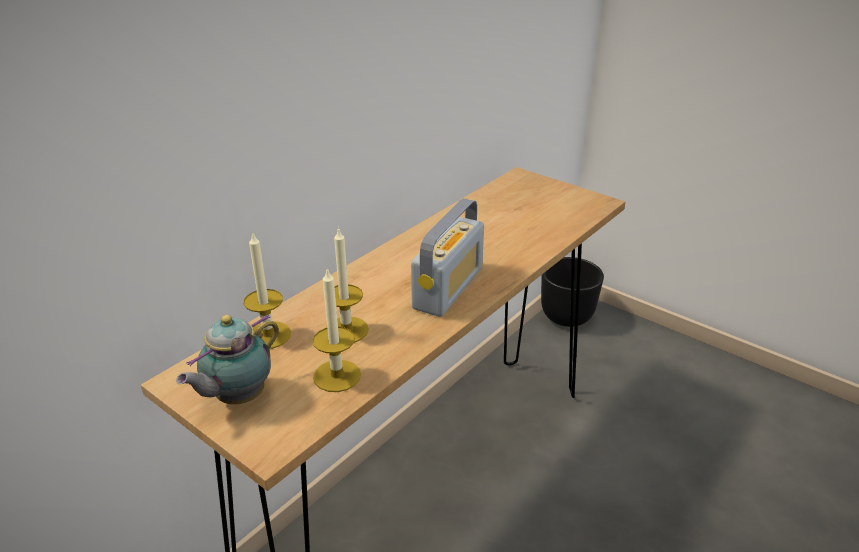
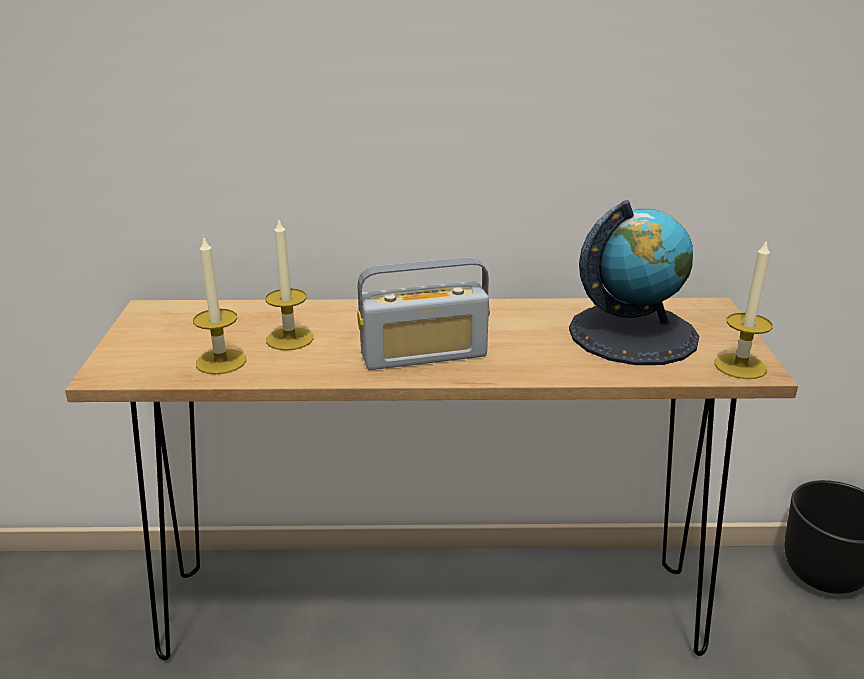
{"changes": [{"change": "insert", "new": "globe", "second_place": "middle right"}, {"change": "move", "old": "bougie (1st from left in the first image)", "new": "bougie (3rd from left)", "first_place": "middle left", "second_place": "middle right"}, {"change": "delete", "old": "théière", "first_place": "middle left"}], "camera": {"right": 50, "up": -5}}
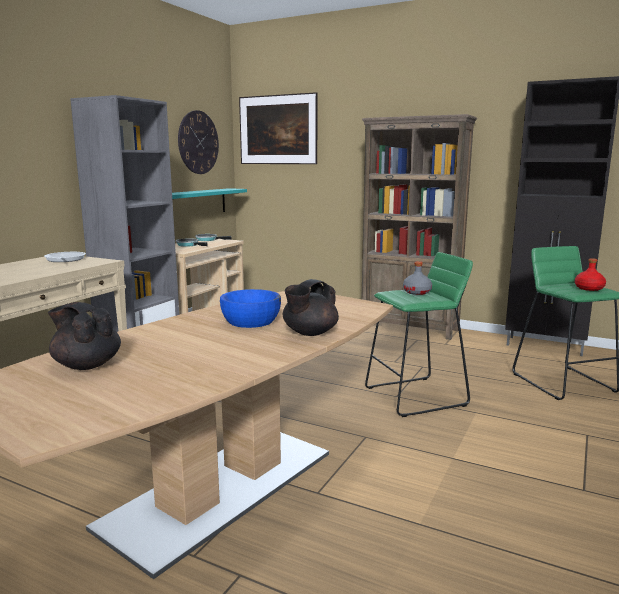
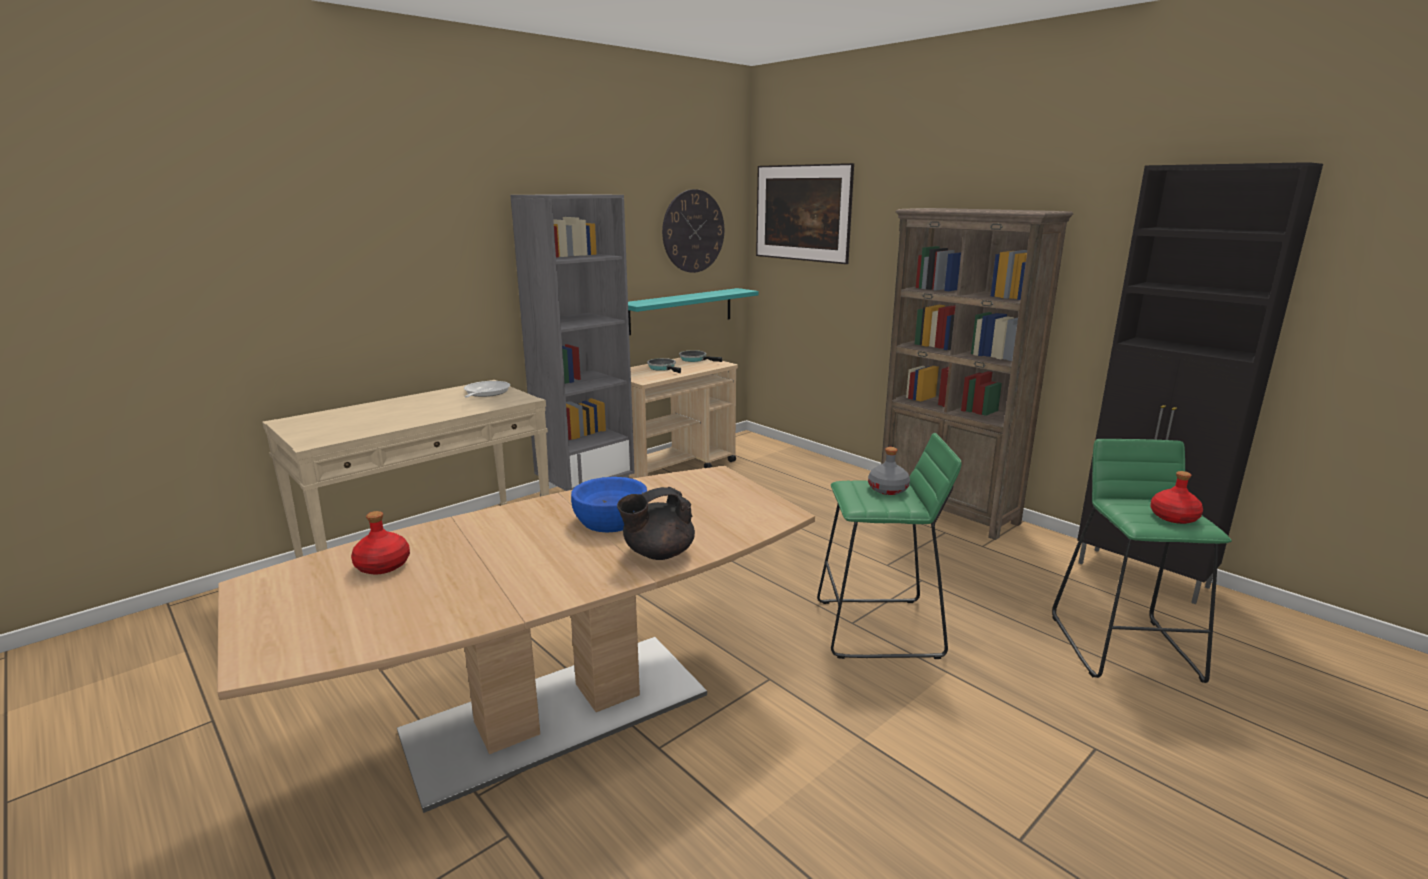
{"changes": [{"change": "replace", "old": "théière/noir (1st from left)", "new": "bouteille/rouge (1st from left)", "first_place": "middle left", "second_place": "middle left"}], "camera": {"right": 20, "up": 5}}
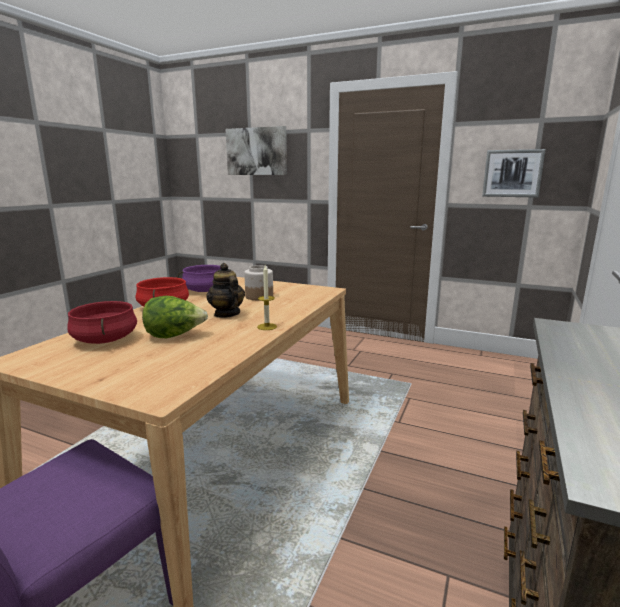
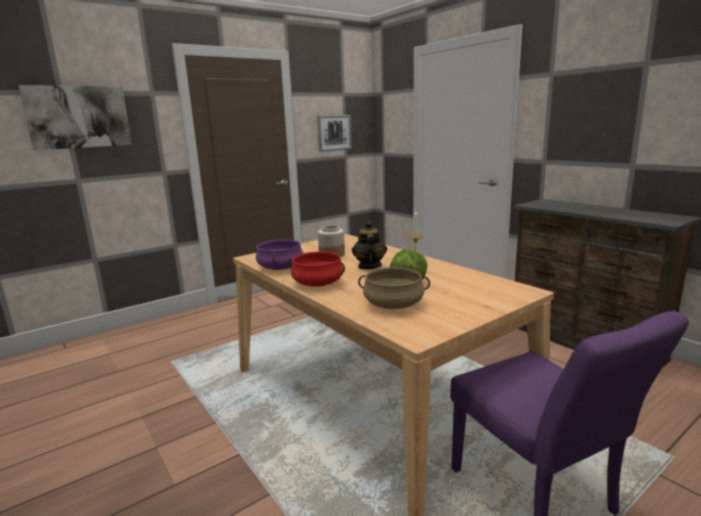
{"changes": [{"change": "rotate", "old": "théière", "first_place": "centre", "second_place": "centre", "degrees": 90}, {"change": "recolor", "old": "marmite/rouge (1st from left)", "new": "marmite/beige", "first_place": "middle left", "second_place": "centre"}], "camera": {"right": -60, "up": 0}}
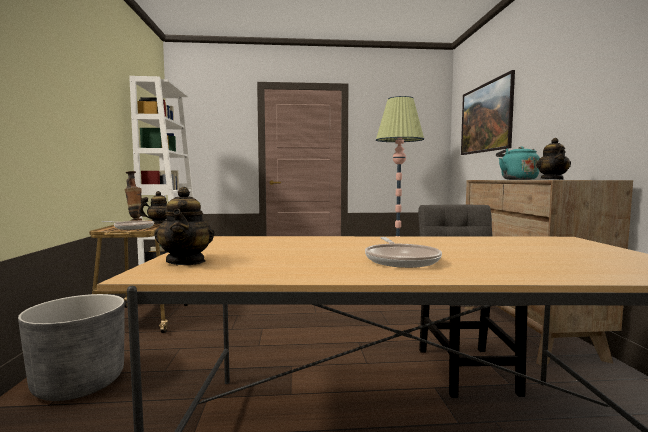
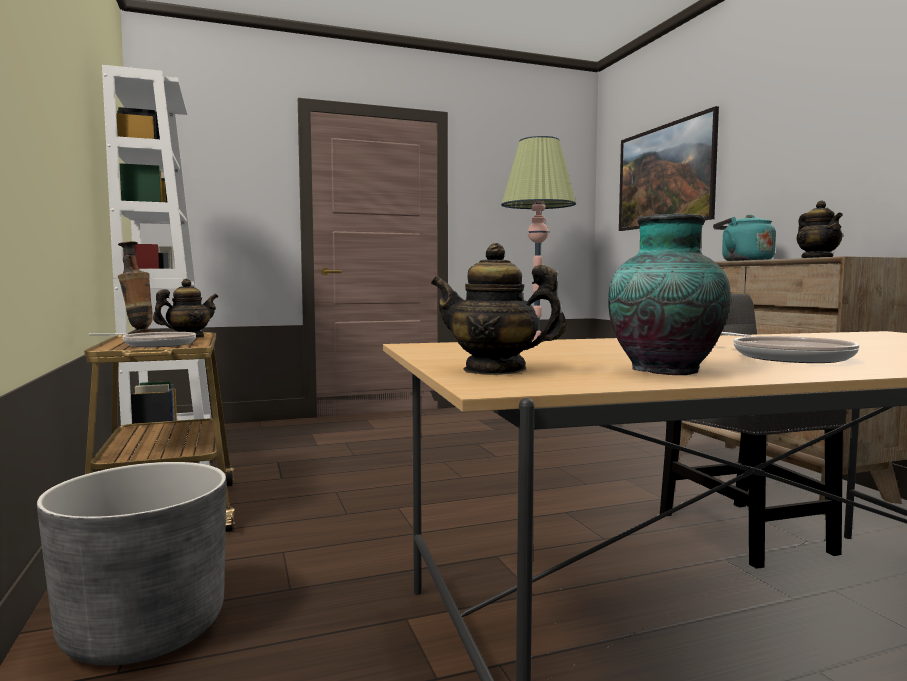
{"changes": [{"change": "rotate", "old": "théière (2nd from left)", "first_place": "middle left", "second_place": "centre", "degrees": 135}, {"change": "insert", "new": "vase (2nd from left)", "second_place": "middle right"}], "camera": {"right": -15, "up": 0}}
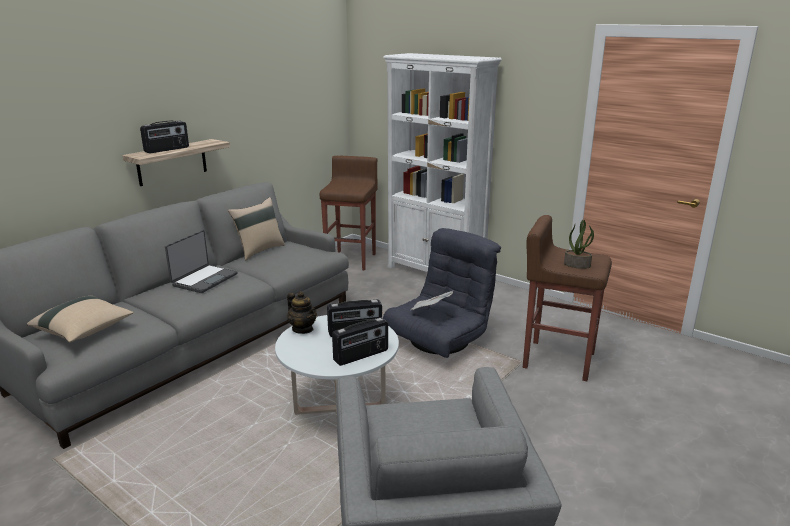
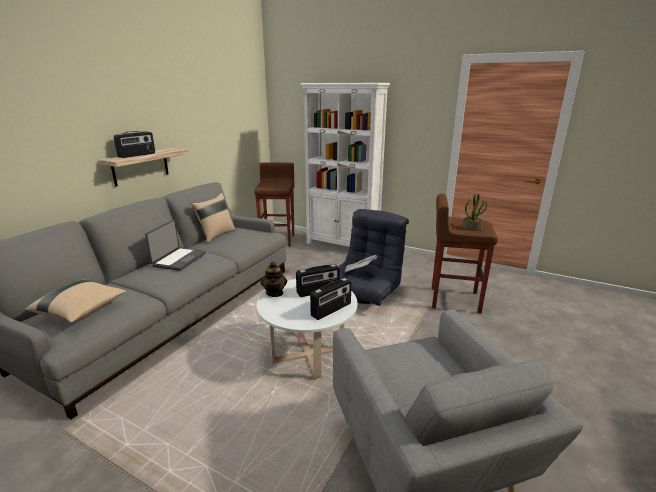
{"changes": [{"change": "rotate", "old": "théière", "first_place": "centre", "second_place": "centre", "degrees": 45}], "camera": {"right": -10, "up": 0}}
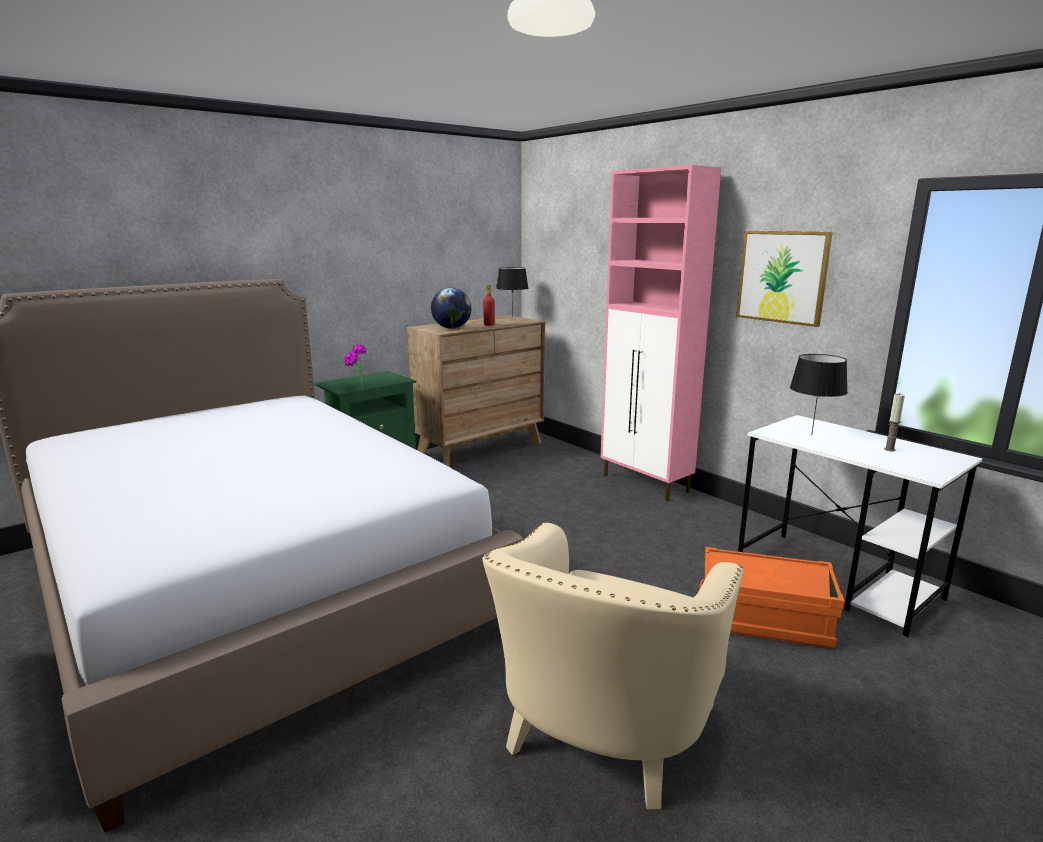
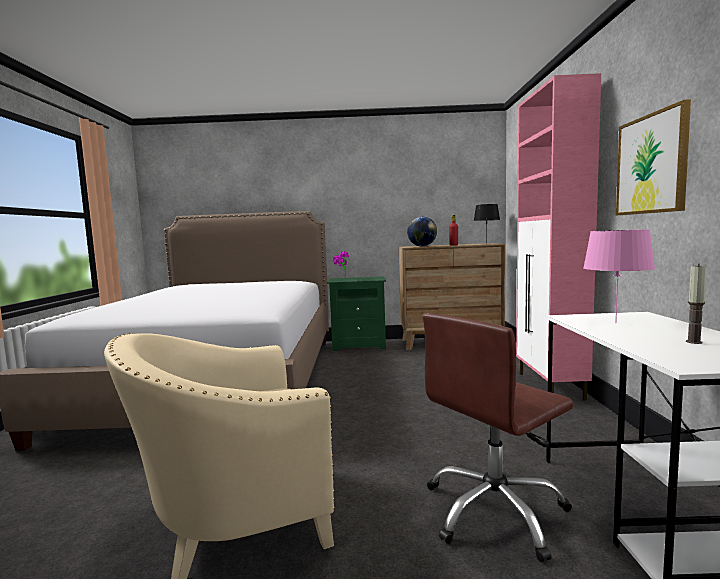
{"changes": [{"change": "replace", "old": "boîte de rangement/orange", "new": "chaise de bureau/marron", "first_place": "bottom right", "second_place": "bottom right"}, {"change": "recolor", "old": "lampe de table/noir (2nd from left)", "new": "lampe de table/rose", "first_place": "middle right", "second_place": "middle right"}], "camera": {"right": 40, "up": -10}}
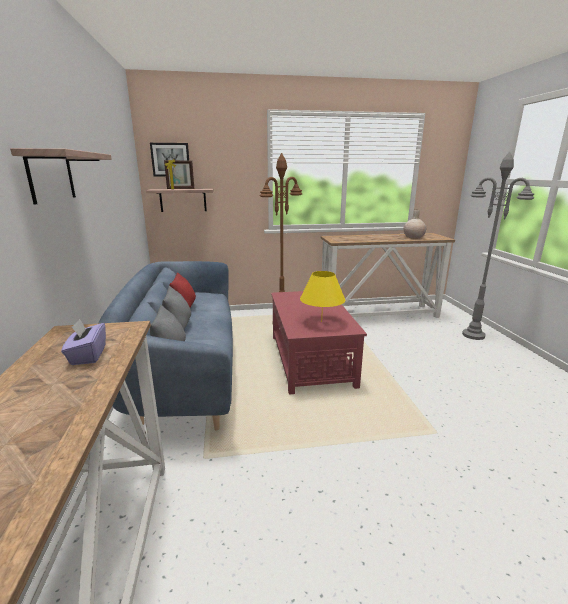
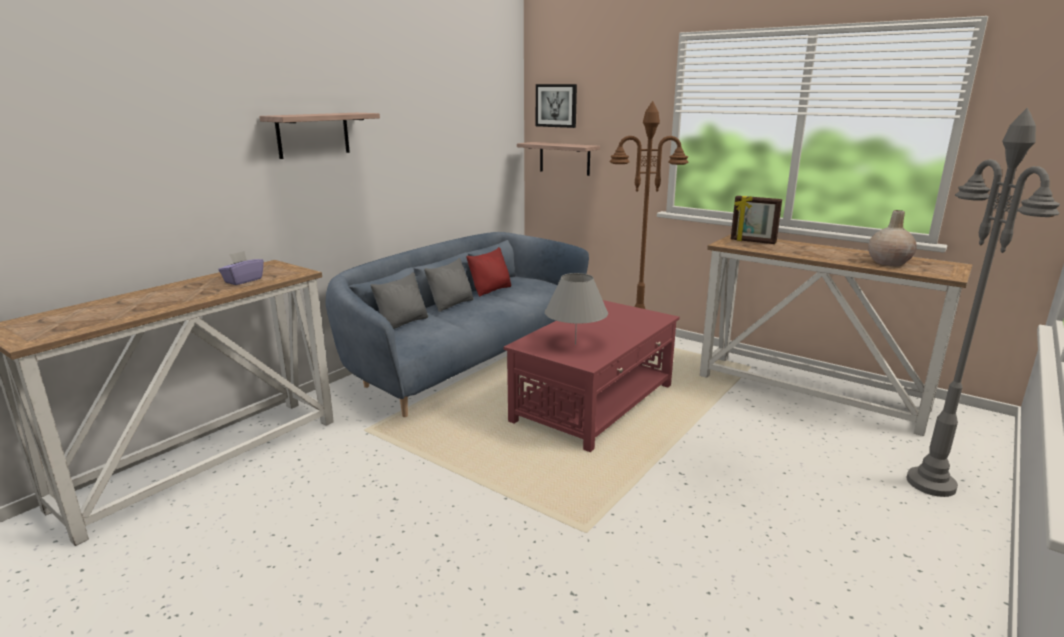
{"changes": [{"change": "recolor", "old": "lampe de table/jaune", "new": "lampe de table/gris", "first_place": "centre", "second_place": "centre"}, {"change": "move", "old": "cadre photo", "first_place": "top left", "second_place": "middle right"}], "camera": {"right": 45, "up": 0}}
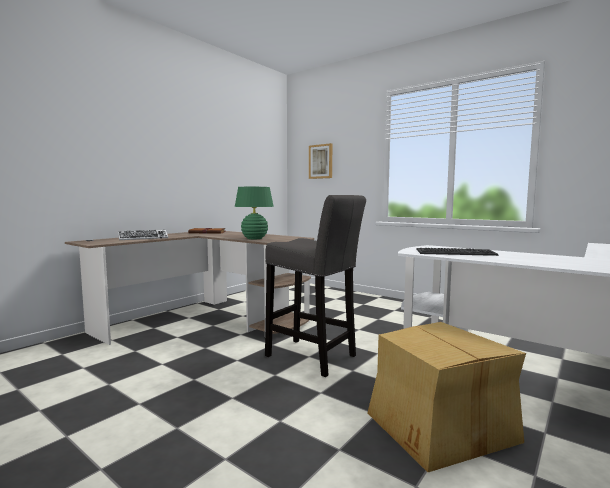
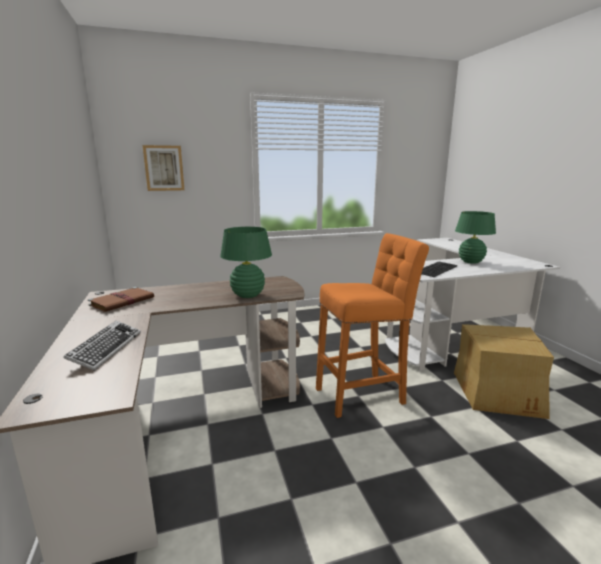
{"changes": [{"change": "recolor", "old": "tabouret/gris", "new": "tabouret/orange", "first_place": "centre", "second_place": "centre"}, {"change": "insert", "new": "lampe de table/vert (2nd from left)", "second_place": "middle right"}], "camera": {"right": -55, "up": 10}}
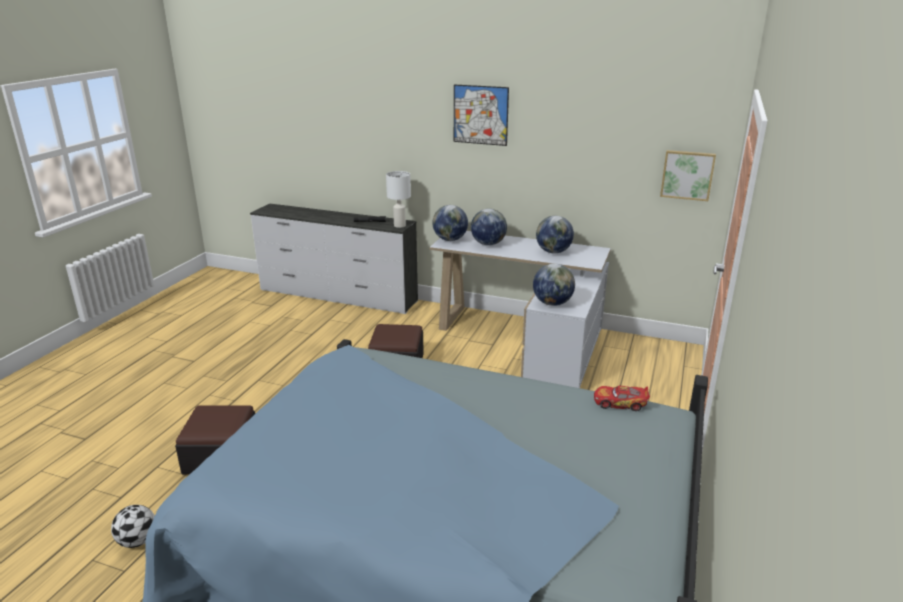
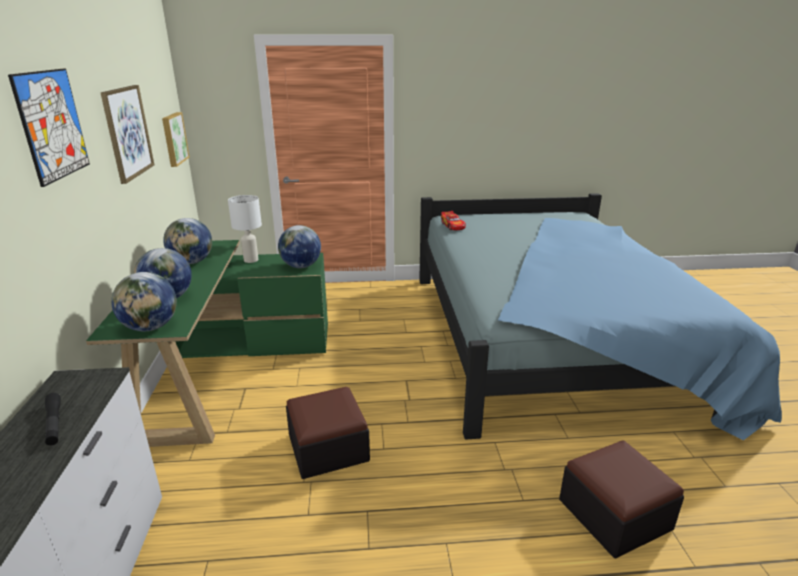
{"changes": [{"change": "recolor", "old": "bureau/blanc", "new": "bureau/vert", "first_place": "centre", "second_place": "middle left"}, {"change": "insert", "new": "tableau (2nd from left)", "second_place": "top left"}, {"change": "move", "old": "lampe de table/blanc", "first_place": "top centre", "second_place": "middle left"}, {"change": "delete", "old": "ballon de foot", "first_place": "bottom left"}], "camera": {"right": -115, "up": 0}}
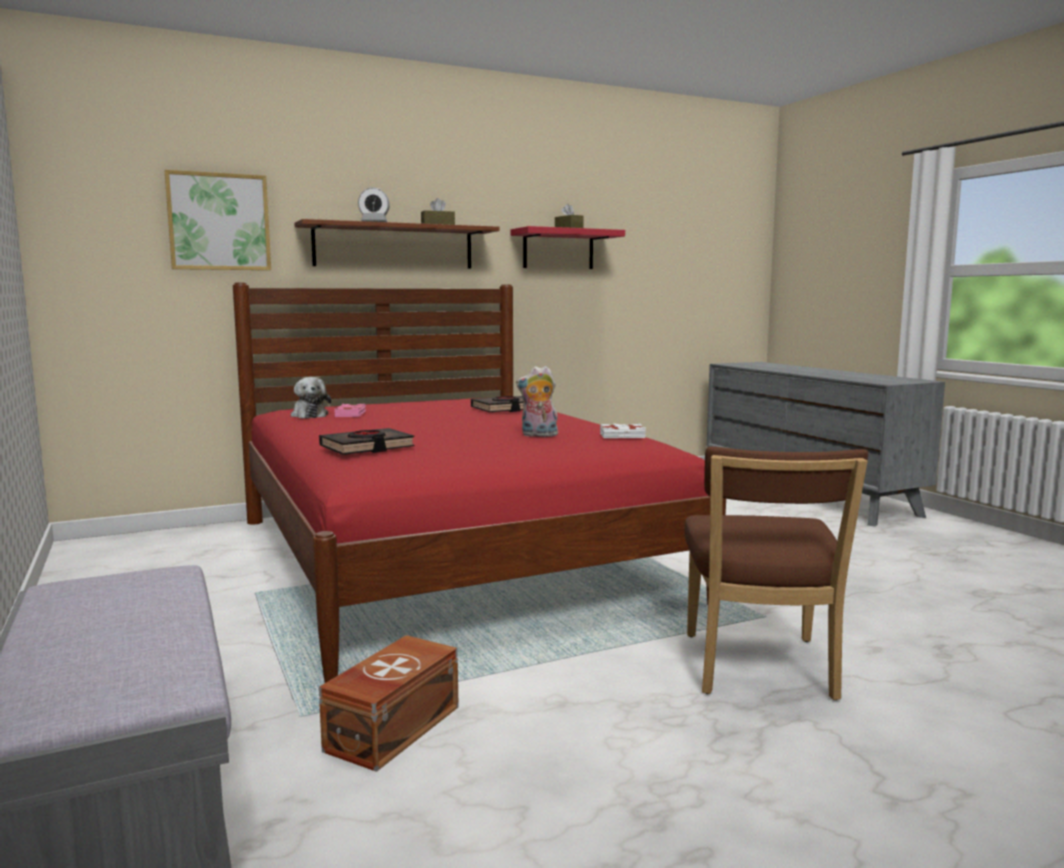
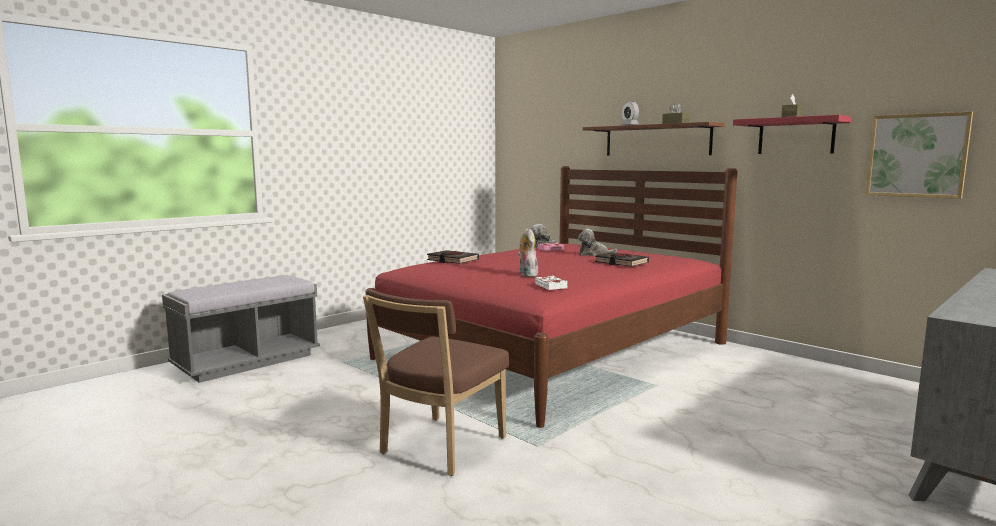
{"changes": [{"change": "rotate", "old": "chaise/marron", "first_place": "middle right", "second_place": "bottom centre", "degrees": -45}, {"change": "insert", "new": "peluche (3rd from left)", "second_place": "centre"}, {"change": "move", "old": "tableau", "first_place": "top left", "second_place": "top right"}, {"change": "delete", "old": "boîte de rangement/marron", "first_place": "bottom centre"}], "camera": {"right": 70, "up": 0}}
